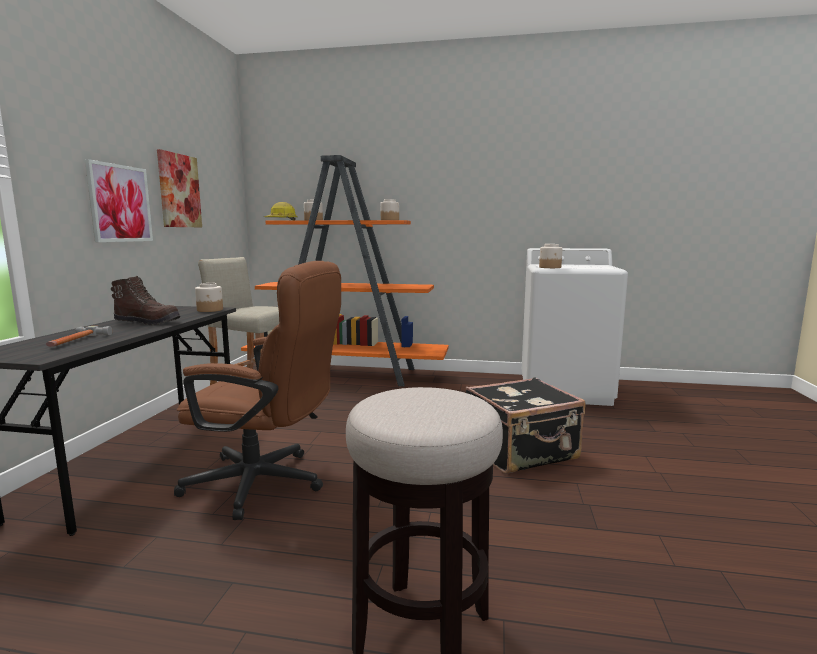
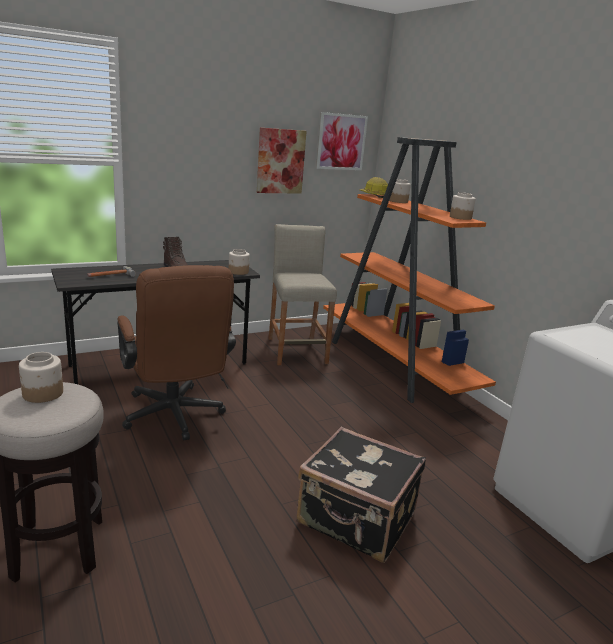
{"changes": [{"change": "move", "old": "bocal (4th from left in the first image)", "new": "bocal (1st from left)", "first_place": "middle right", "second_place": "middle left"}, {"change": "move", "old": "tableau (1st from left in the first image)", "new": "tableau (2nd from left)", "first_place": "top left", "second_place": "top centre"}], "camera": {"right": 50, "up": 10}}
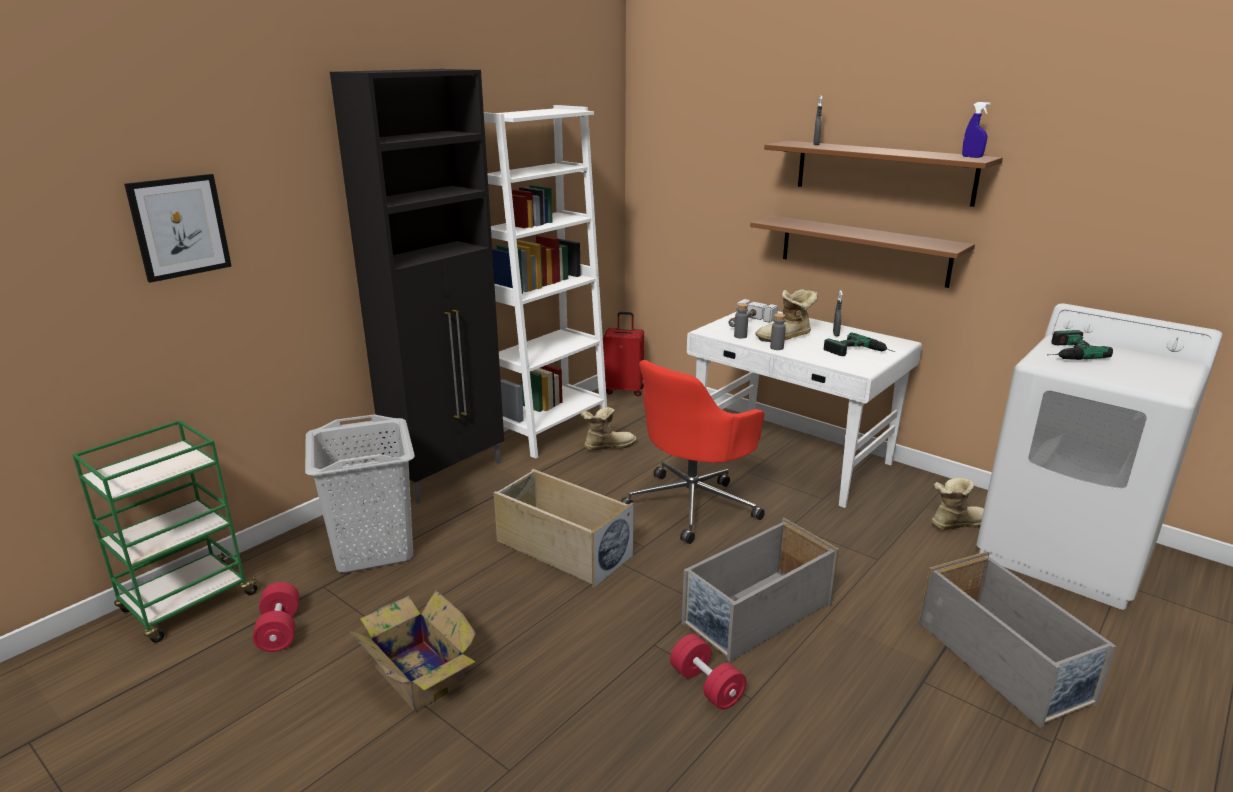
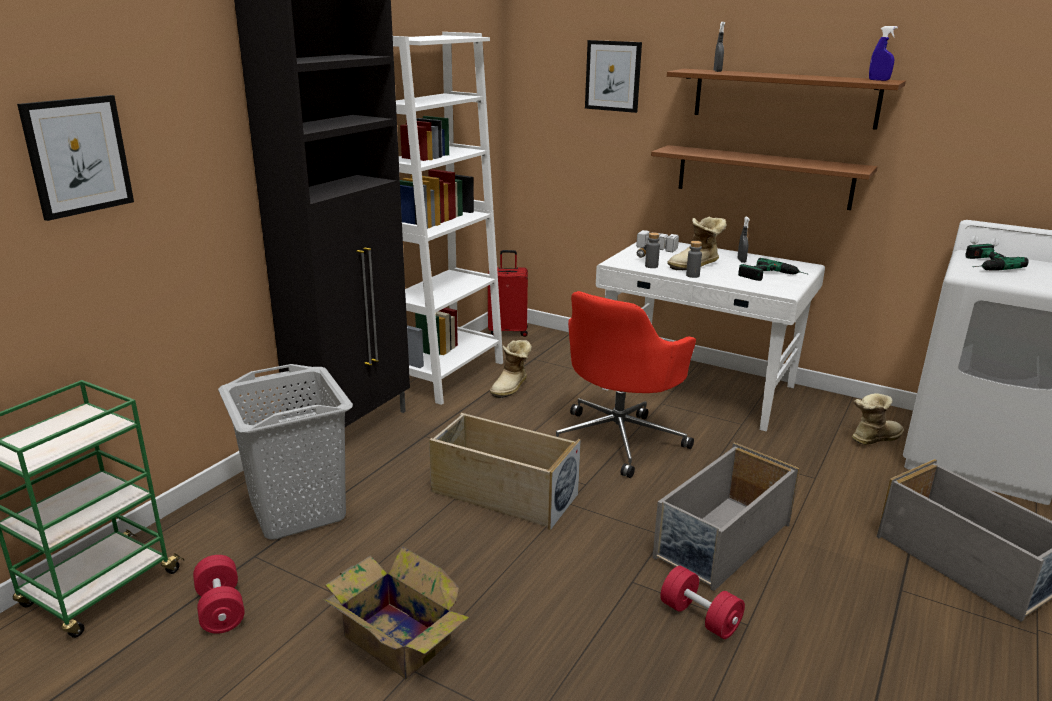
{"changes": [{"change": "rotate", "old": "botte (1st from left)", "first_place": "centre", "second_place": "centre", "degrees": 150}, {"change": "insert", "new": "tableau (2nd from left)", "second_place": "top centre"}], "camera": {"right": -10, "up": 0}}
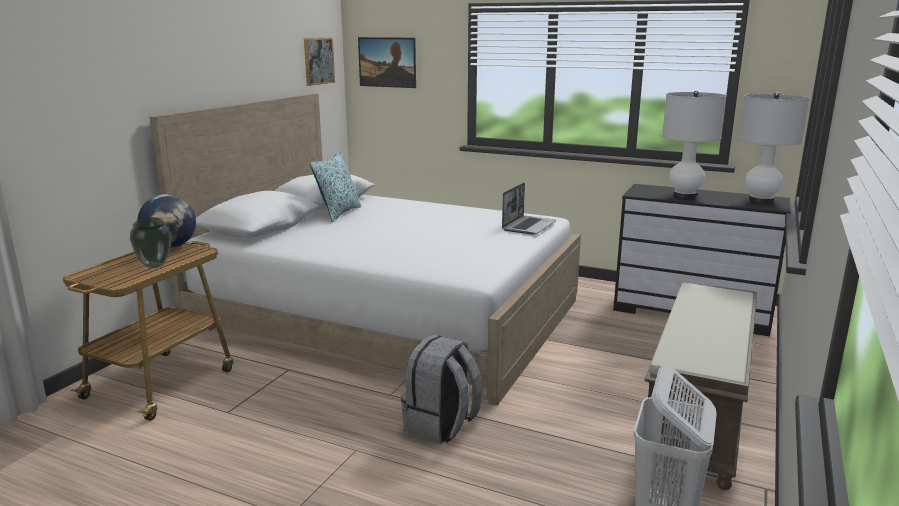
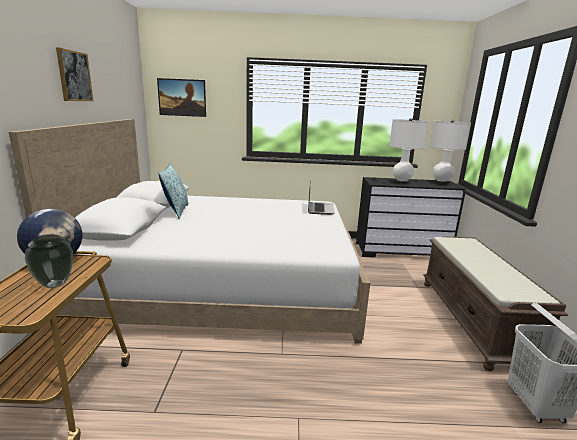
{"changes": [{"change": "move", "old": "tableau (1st from left)", "first_place": "top centre", "second_place": "top left"}, {"change": "delete", "old": "sac à dos/gris", "first_place": "bottom centre"}], "camera": {"right": -25, "up": 0}}
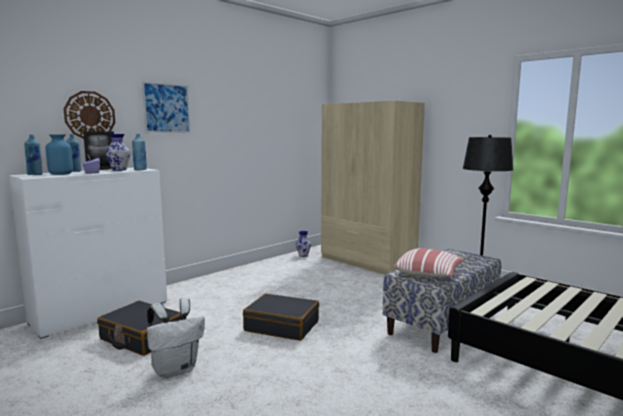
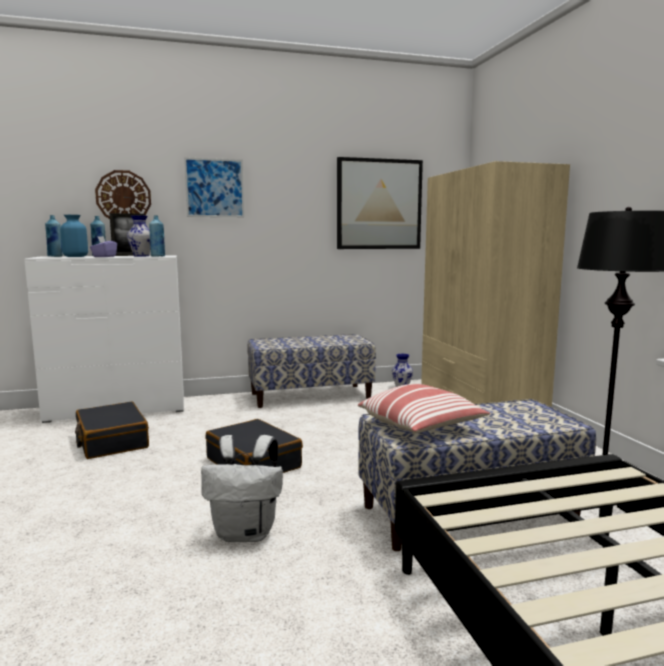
{"changes": [{"change": "move", "old": "sac à dos/blanc", "first_place": "bottom left", "second_place": "bottom centre"}, {"change": "insert", "new": "banc (1st from left)", "second_place": "centre"}, {"change": "insert", "new": "tableau (2nd from left)", "second_place": "top centre"}], "camera": {"right": 30, "up": 0}}
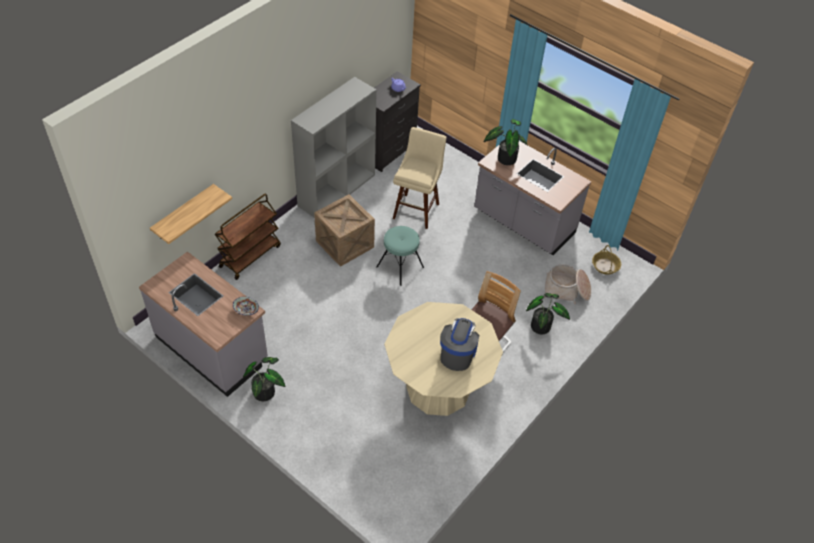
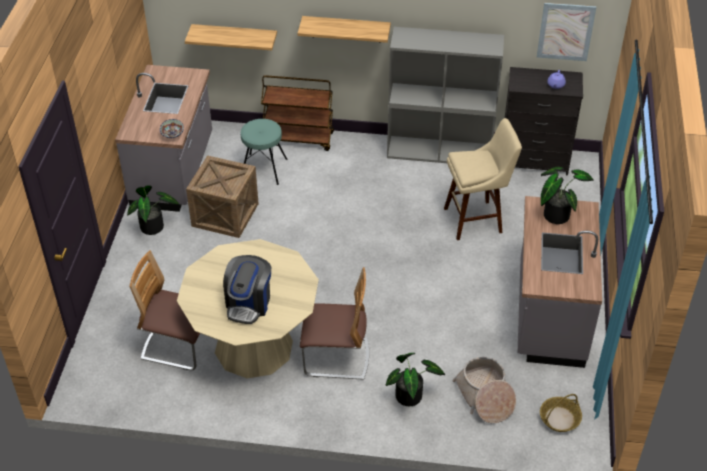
{"changes": [{"change": "insert", "new": "chaise (1st from left)", "second_place": "middle left"}, {"change": "move", "old": "caisse", "first_place": "centre", "second_place": "middle left"}, {"change": "rotate", "old": "machine à café", "first_place": "centre", "second_place": "centre", "degrees": 120}, {"change": "move", "old": "tabouret/turquoise", "first_place": "centre", "second_place": "top centre"}, {"change": "insert", "new": "étagère (2nd from left)", "second_place": "top centre"}, {"change": "insert", "new": "tableau", "second_place": "top right"}], "camera": {"right": 60, "up": -5}}
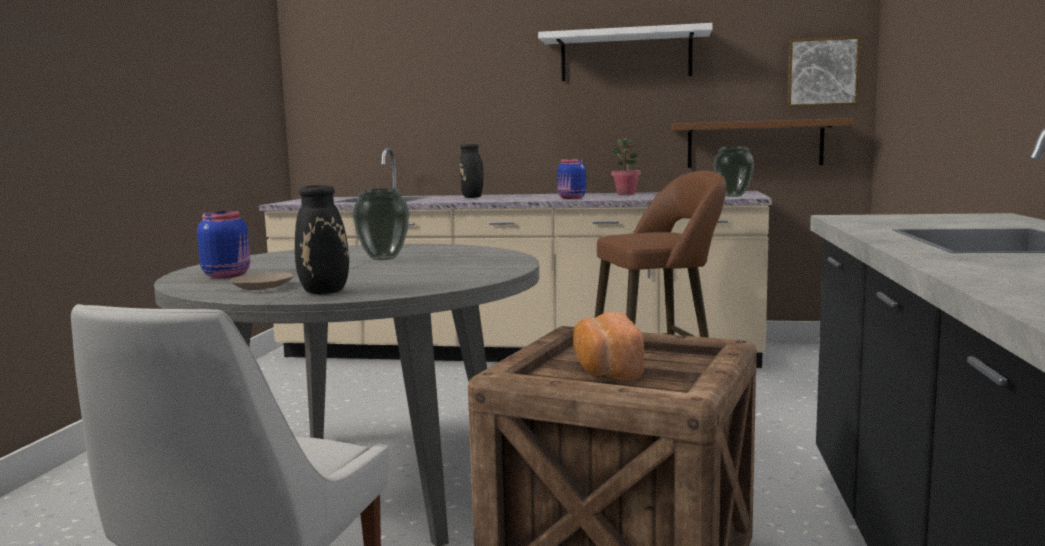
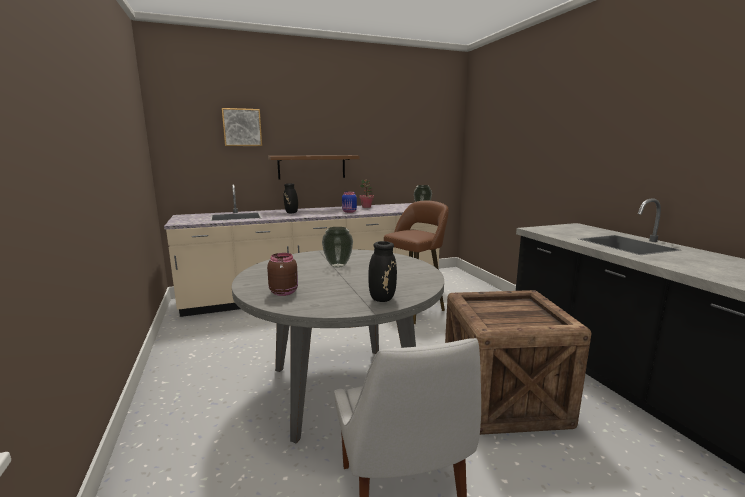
{"changes": [{"change": "move", "old": "tableau", "first_place": "top right", "second_place": "top left"}, {"change": "recolor", "old": "bocal/bleu (1st from left)", "new": "bocal/marron", "first_place": "middle left", "second_place": "centre"}, {"change": "move", "old": "étagère/marron", "first_place": "top right", "second_place": "centre"}, {"change": "delete", "old": "assiette/beige", "first_place": "middle left"}, {"change": "delete", "old": "étagère/blanc", "first_place": "top centre"}, {"change": "delete", "old": "pain", "first_place": "centre"}], "camera": {"right": -30, "up": 5}}
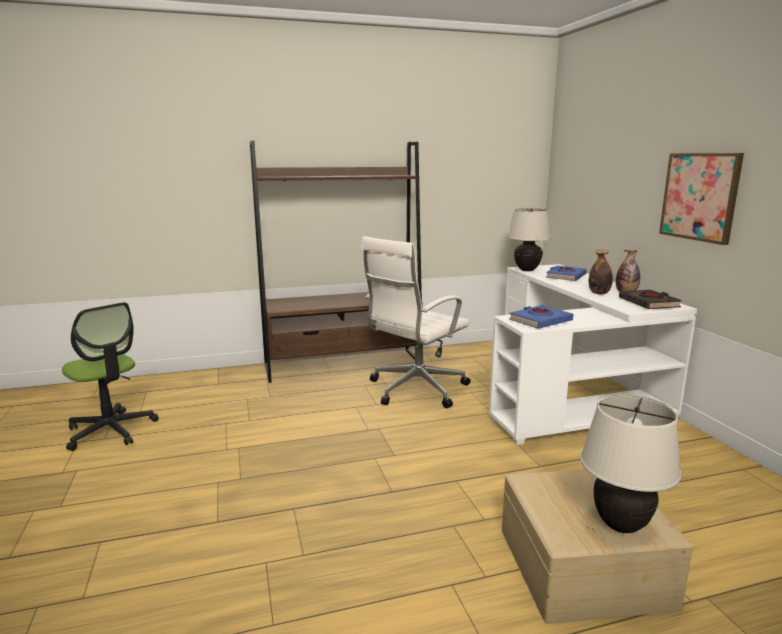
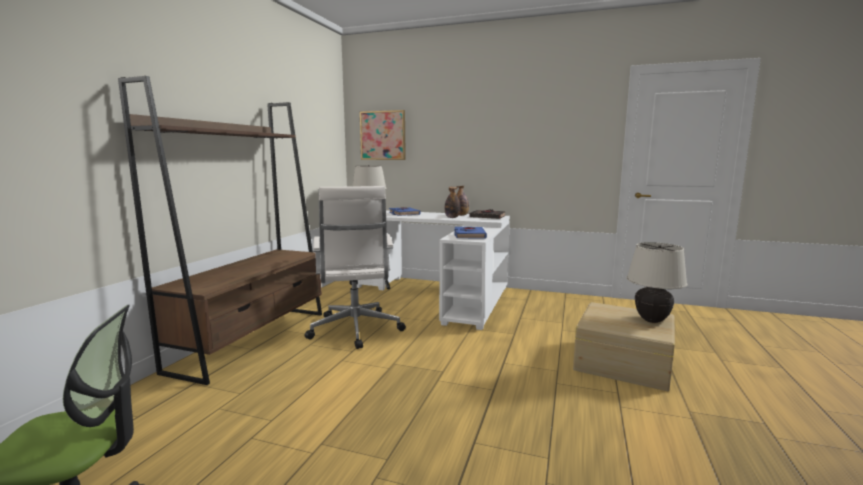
{"changes": [{"change": "move", "old": "tableau", "first_place": "top right", "second_place": "top centre"}], "camera": {"right": -55, "up": -5}}
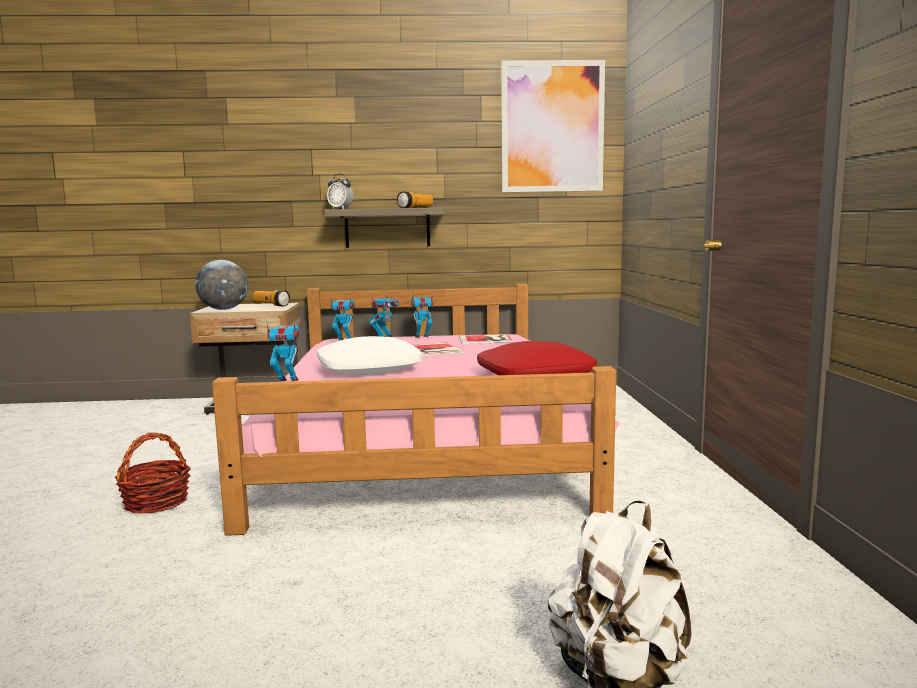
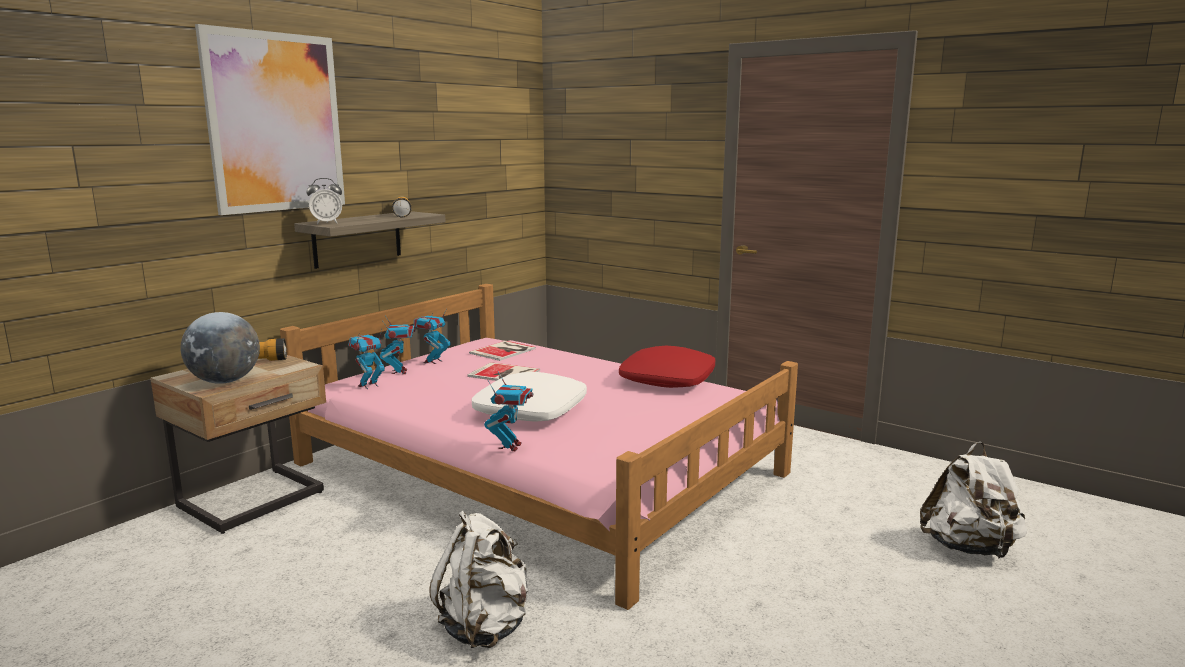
{"changes": [{"change": "move", "old": "tableau", "first_place": "top centre", "second_place": "top left"}, {"change": "replace", "old": "panier", "new": "sac à dos/blanc (1st from left)", "first_place": "bottom left", "second_place": "bottom centre"}, {"change": "rotate", "old": "robot jouet (1st from left in the first image)", "first_place": "middle left", "second_place": "centre", "degrees": 150}], "camera": {"right": -50, "up": 5}}
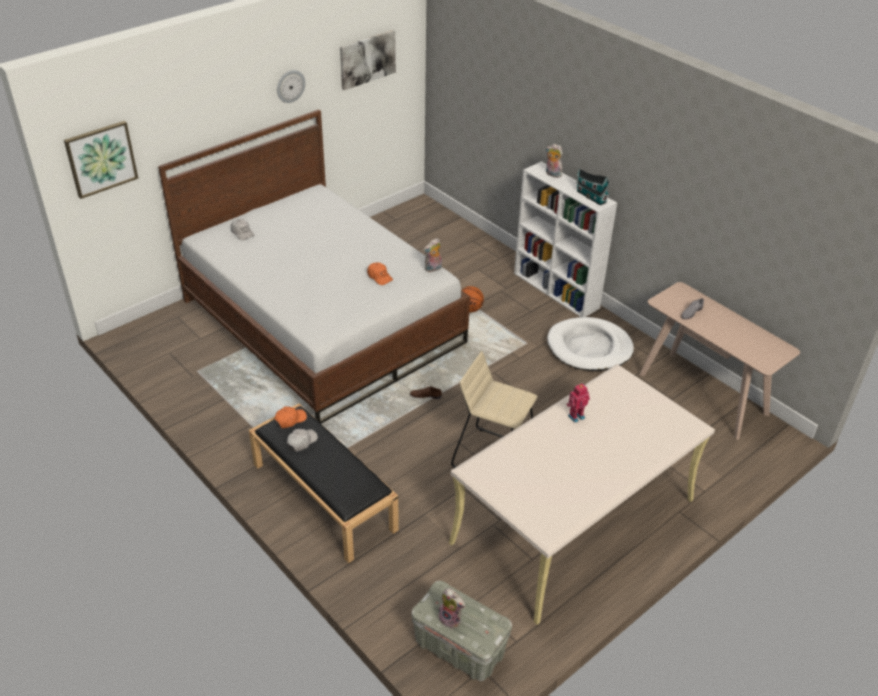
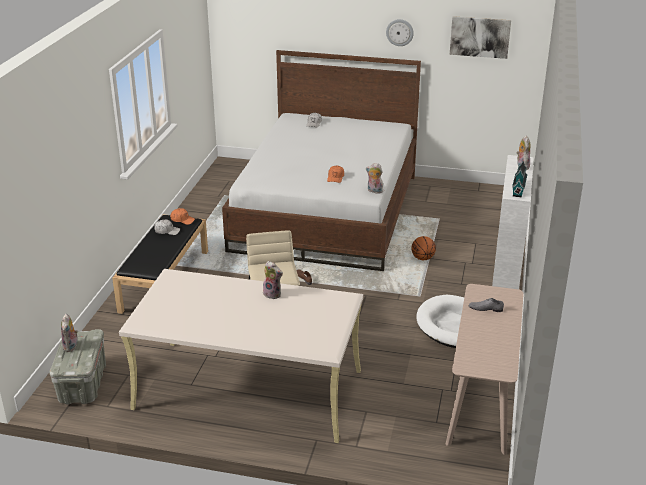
{"changes": [{"change": "replace", "old": "robot jouet", "new": "peluche (2nd from left)", "first_place": "centre", "second_place": "centre"}, {"change": "delete", "old": "tableau (1st from left)", "first_place": "top left"}], "camera": {"right": 55, "up": -10}}
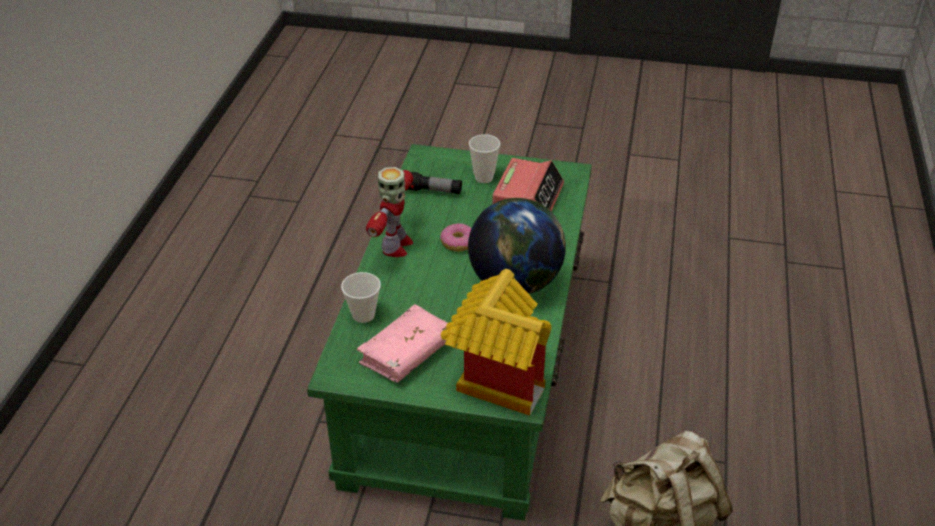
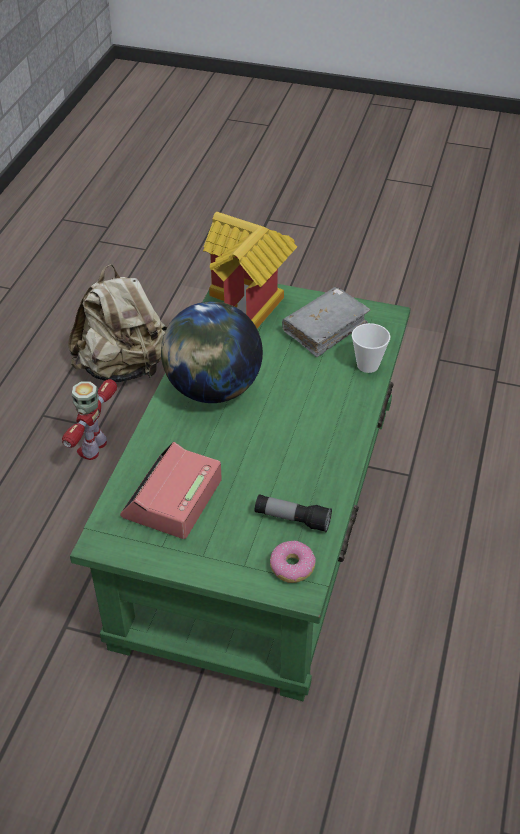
{"changes": [{"change": "move", "old": "robot jouet", "first_place": "centre", "second_place": "middle left"}, {"change": "move", "old": "beignet", "first_place": "centre", "second_place": "bottom centre"}, {"change": "recolor", "old": "livre/rose", "new": "livre/gris", "first_place": "centre", "second_place": "centre"}, {"change": "delete", "old": "tasse (2nd from left)", "first_place": "top centre"}], "camera": {"right": -175, "up": 5}}
